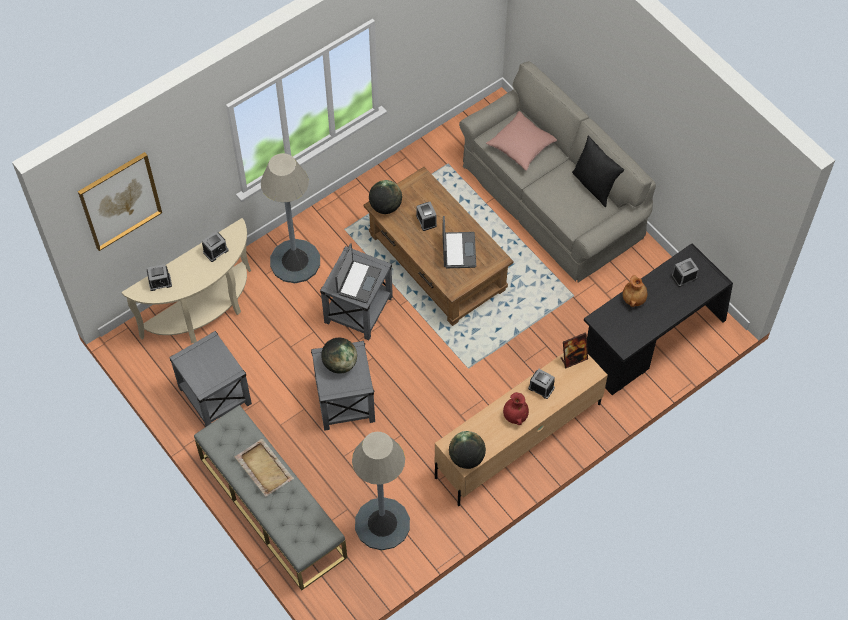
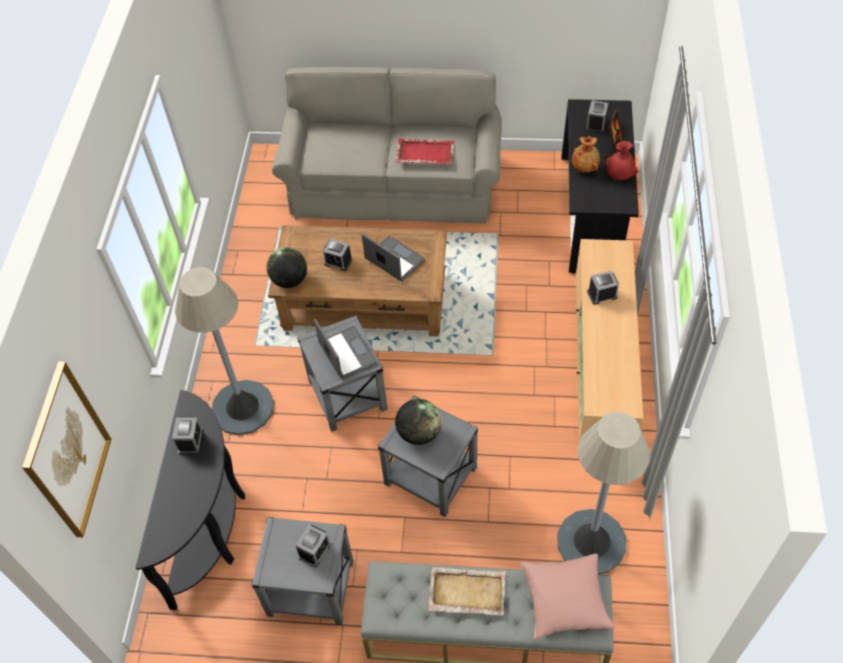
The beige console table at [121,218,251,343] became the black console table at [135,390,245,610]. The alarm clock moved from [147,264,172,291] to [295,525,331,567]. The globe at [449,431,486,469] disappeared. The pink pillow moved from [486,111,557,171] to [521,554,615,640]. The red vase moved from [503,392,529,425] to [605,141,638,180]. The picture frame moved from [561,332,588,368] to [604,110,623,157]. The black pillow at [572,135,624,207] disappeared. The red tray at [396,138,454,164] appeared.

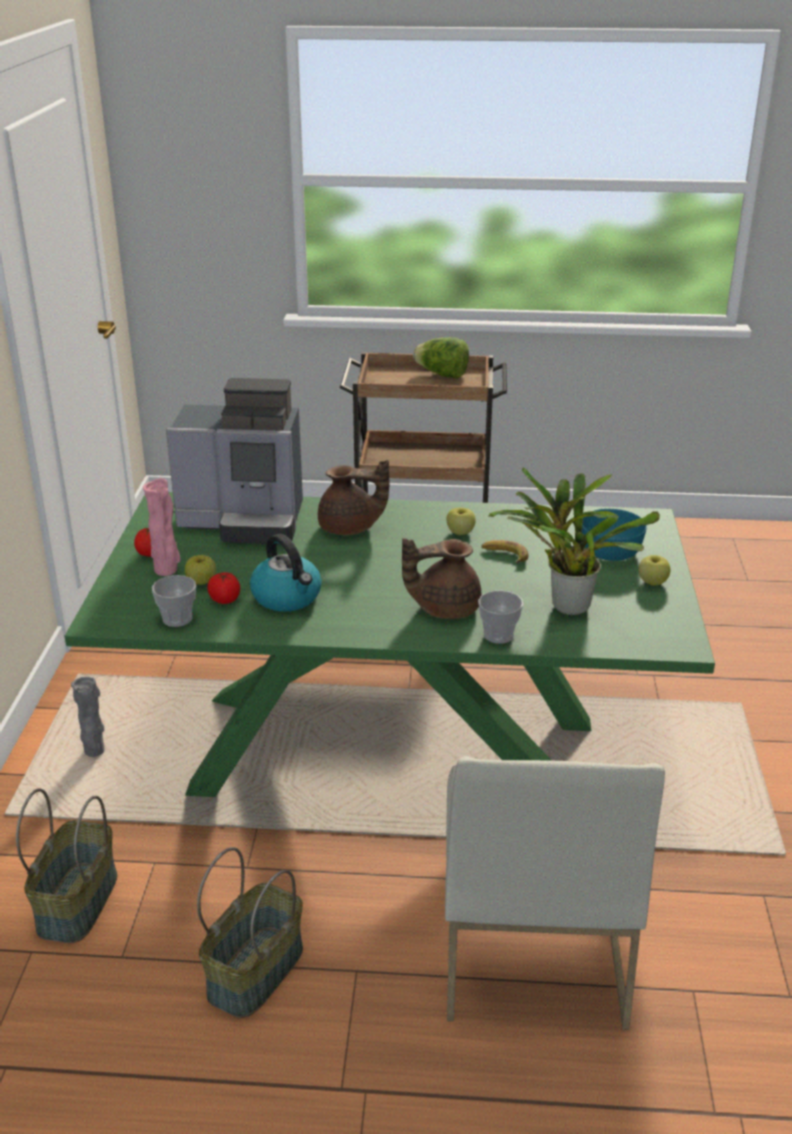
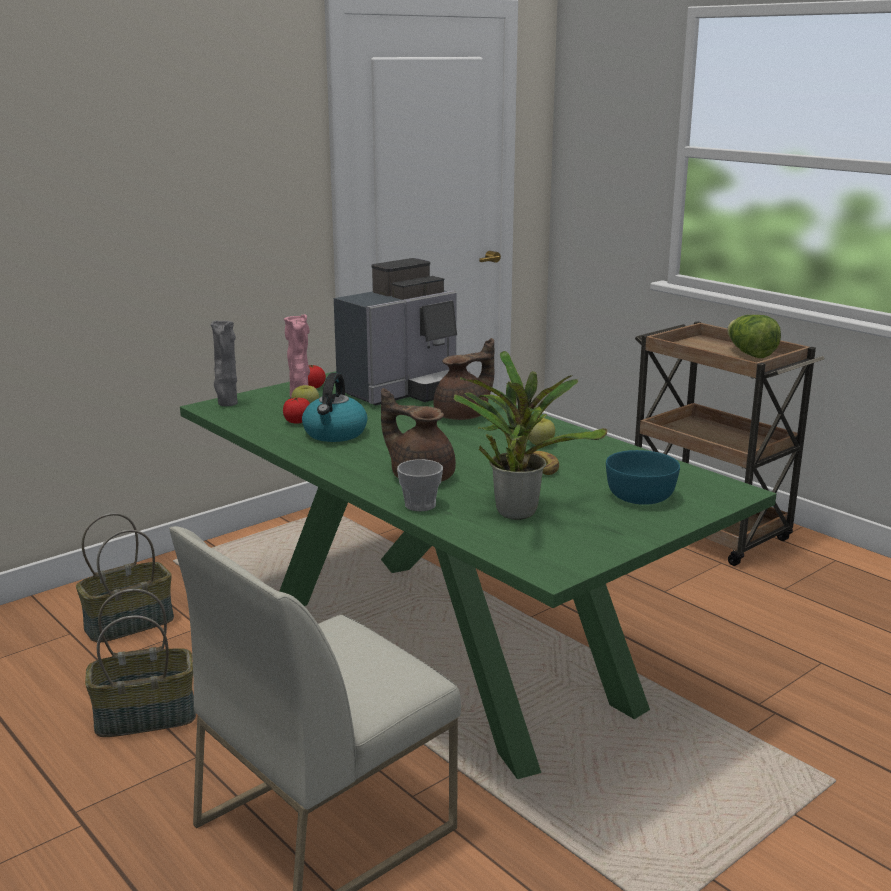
The grey vase moved from [71,677,104,757] to [211,321,238,406]. The cup at [152,575,196,627] disappeared. The coffee machine at [166,378,303,545] turned 90 degrees counterclockwise. The brown teapot at [318,460,389,535] turned 90 degrees counterclockwise. The apple at [639,555,670,586] disappeared.

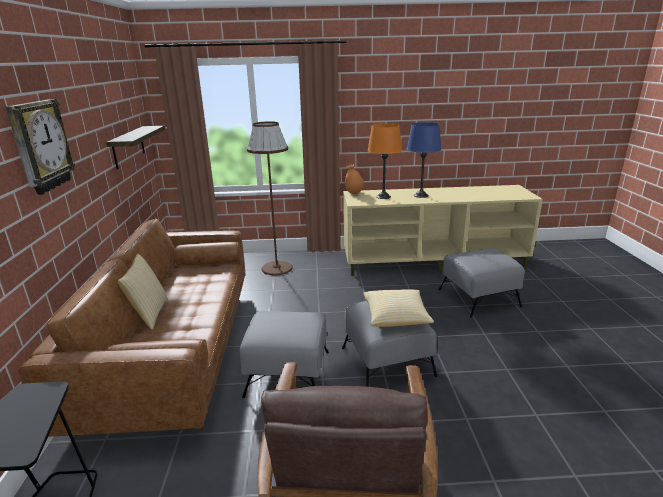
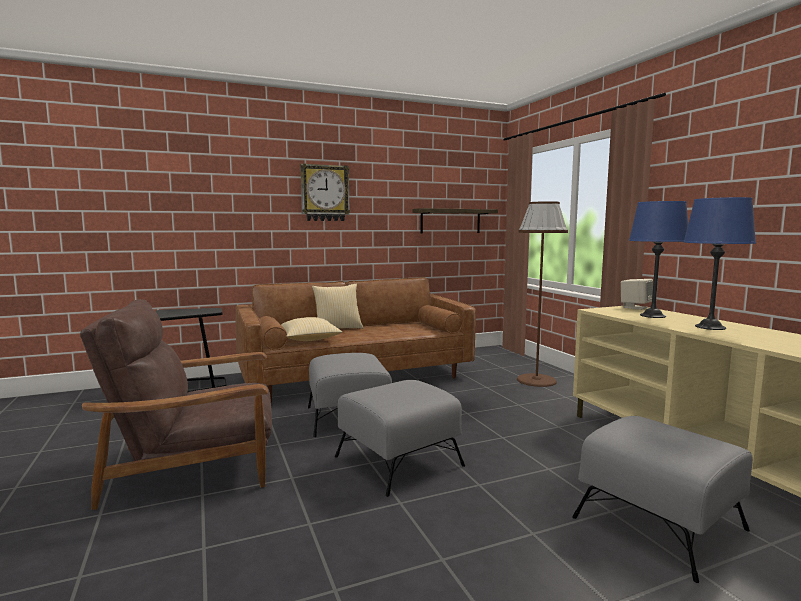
The orange vase at [345,164,364,194] was replaced by the beige speaker at [621,279,653,310]. The pillow moved from [363,289,434,327] to [281,317,342,341]. The orange table lamp at [368,123,402,199] became the blue table lamp at [629,201,688,318].

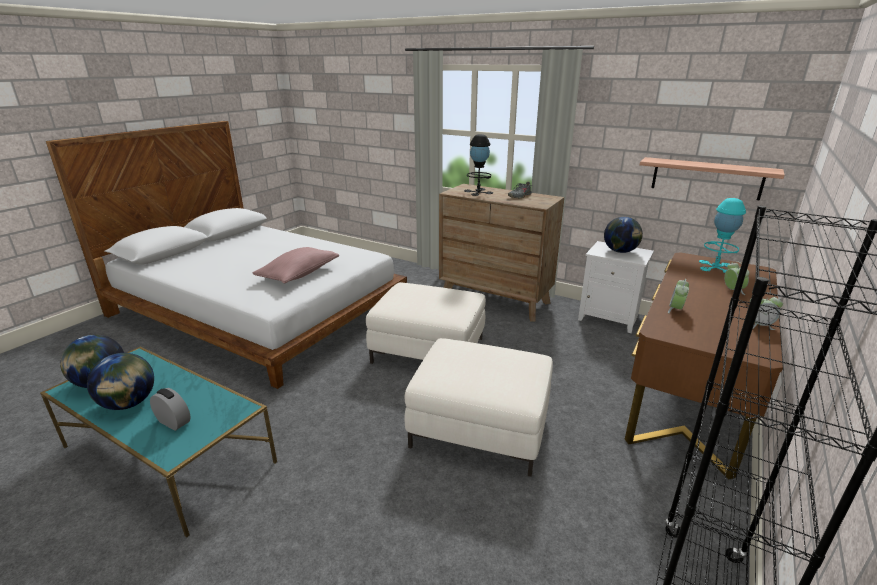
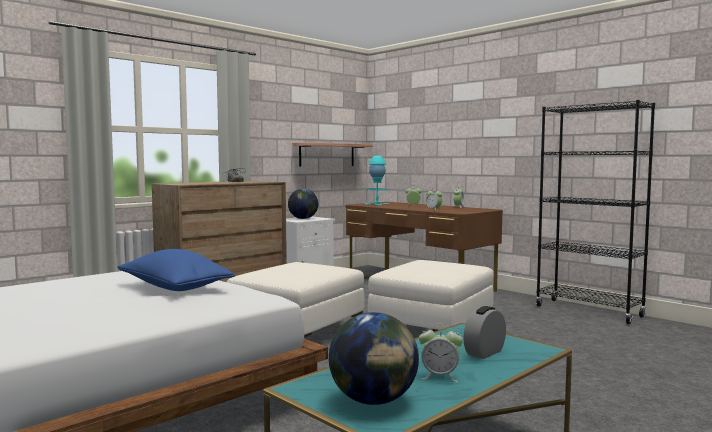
The globe at [87,353,154,410] was replaced by the alarm clock at [419,324,463,382]. The pink pillow at [252,247,339,283] became the blue pillow at [117,249,235,291]. The black table lamp at [464,134,493,196] disappeared.

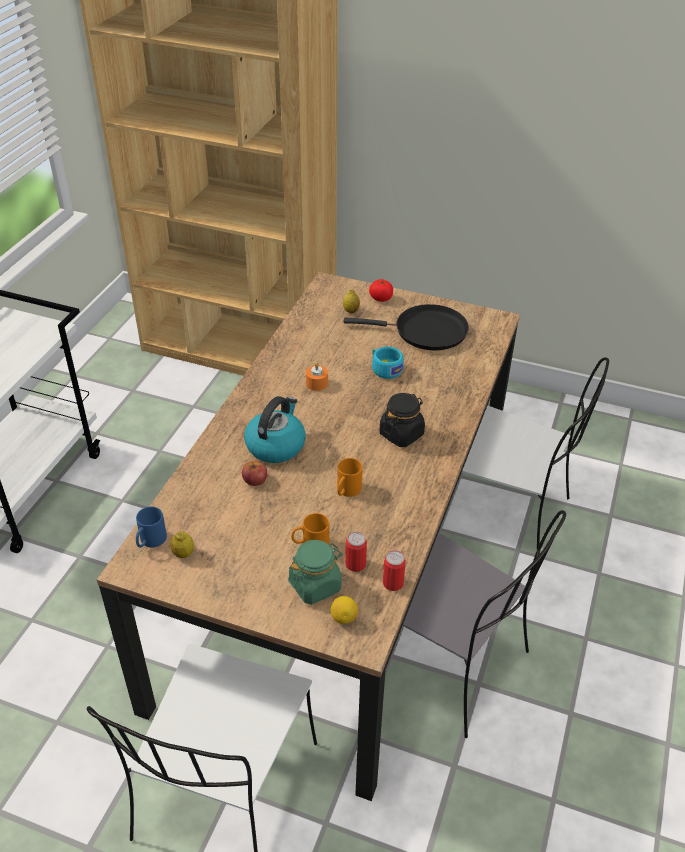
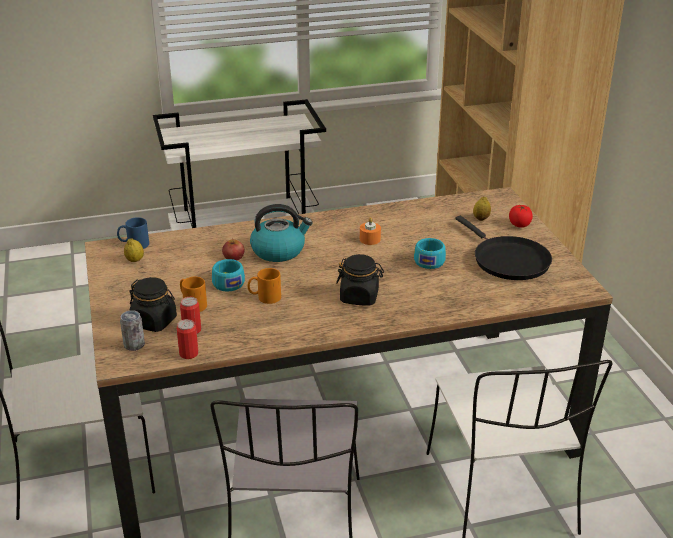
The green jar at [288,540,343,605] became the black jar at [129,277,177,332]. The lemon at [331,596,358,624] was replaced by the can at [120,310,145,351]. The turquoise cup at [212,259,245,291] appeared.

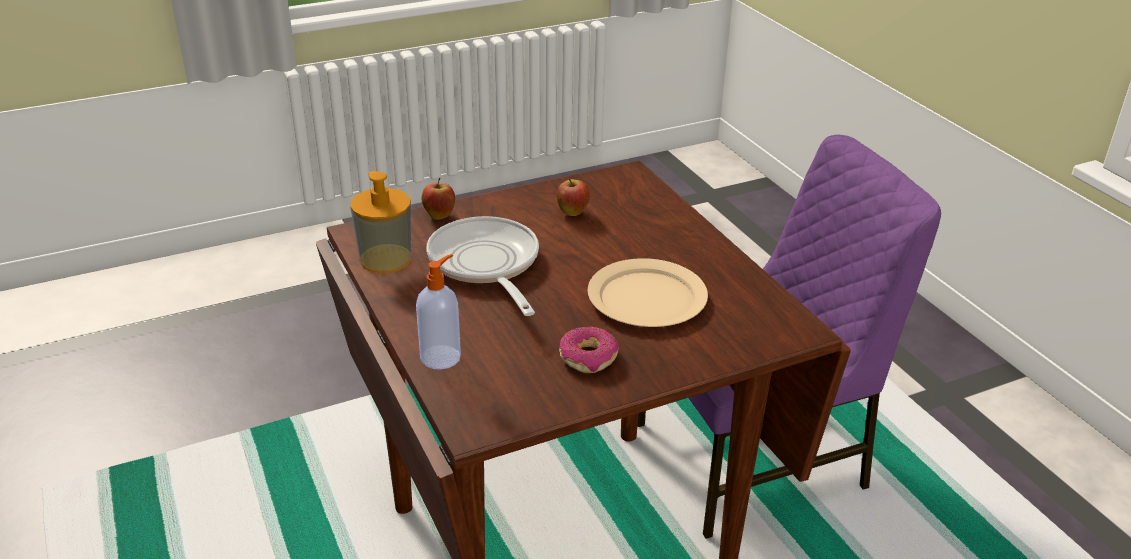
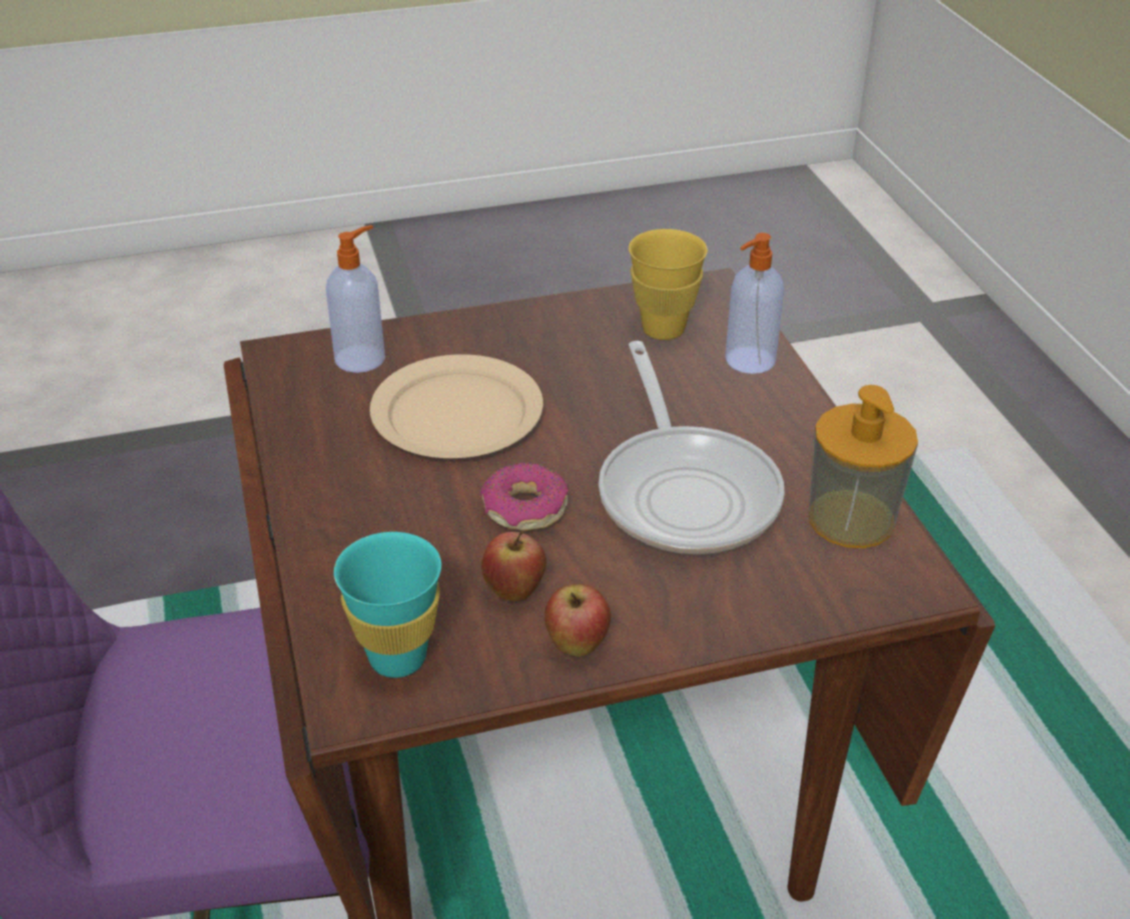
The apple moved from [422,178,455,220] to [544,584,611,657]. The donut moved from [559,326,620,373] to [480,463,568,531]. The soap dispenser at [326,225,385,373] appeared. The turquoise cup at [334,532,442,678] appeared. The yellow cup at [629,229,708,340] appeared.

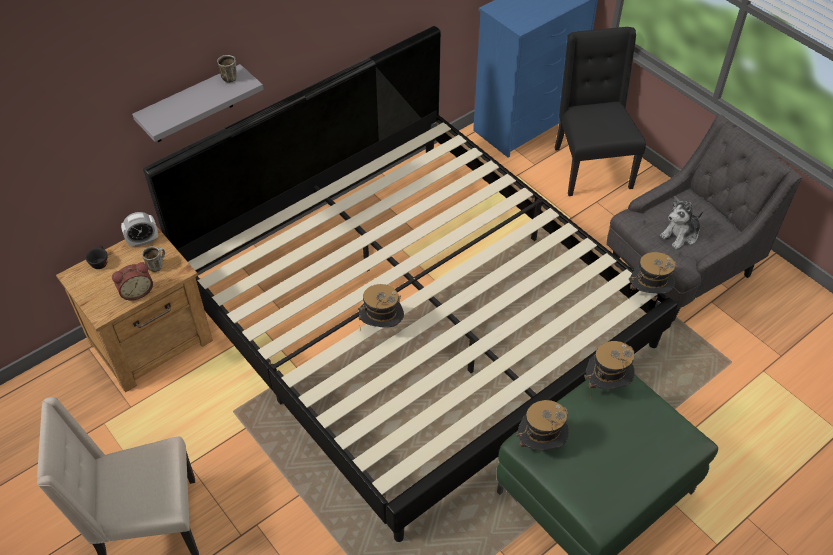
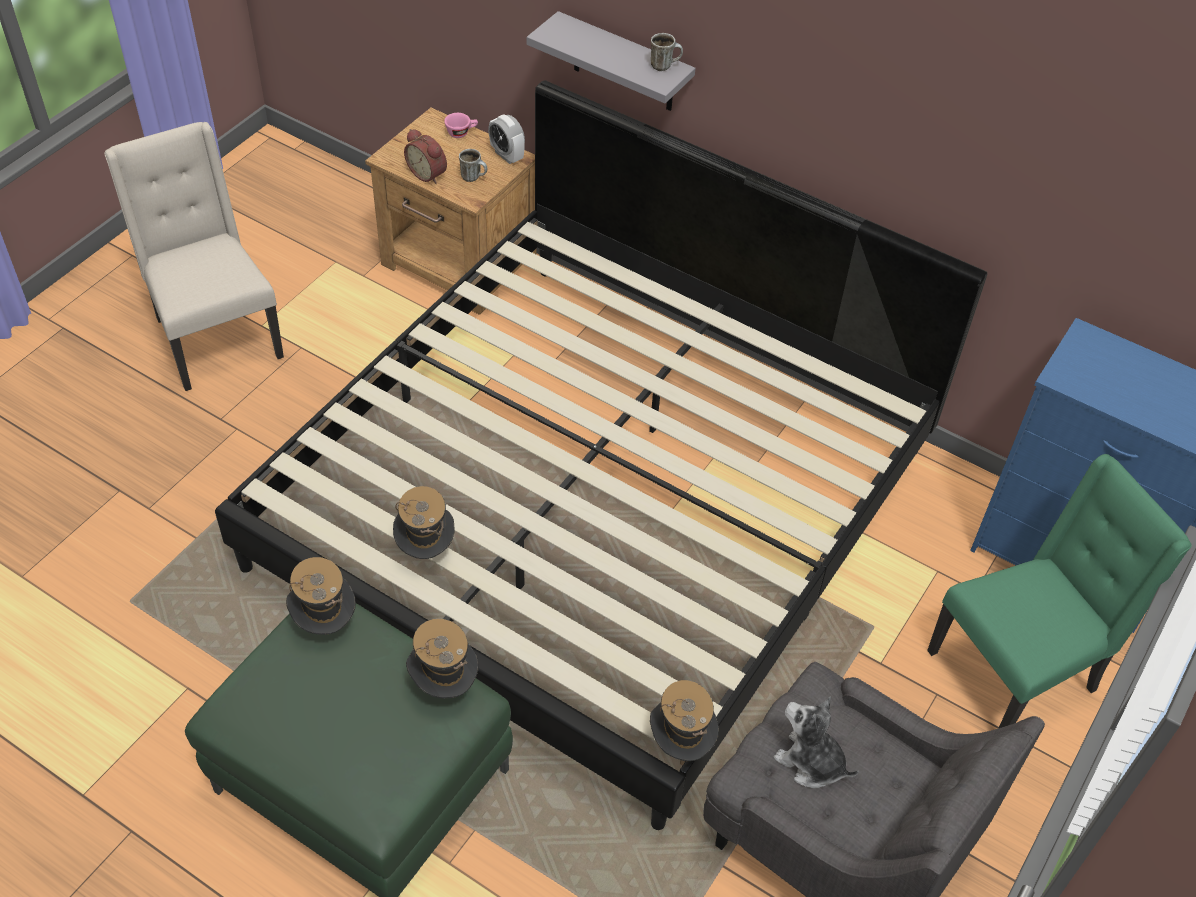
The black cup at [86,245,108,269] became the pink cup at [444,113,478,138]. The hat moved from [358,284,404,330] to [393,486,455,559]. The black chair at [555,27,646,196] became the green chair at [927,454,1192,728].

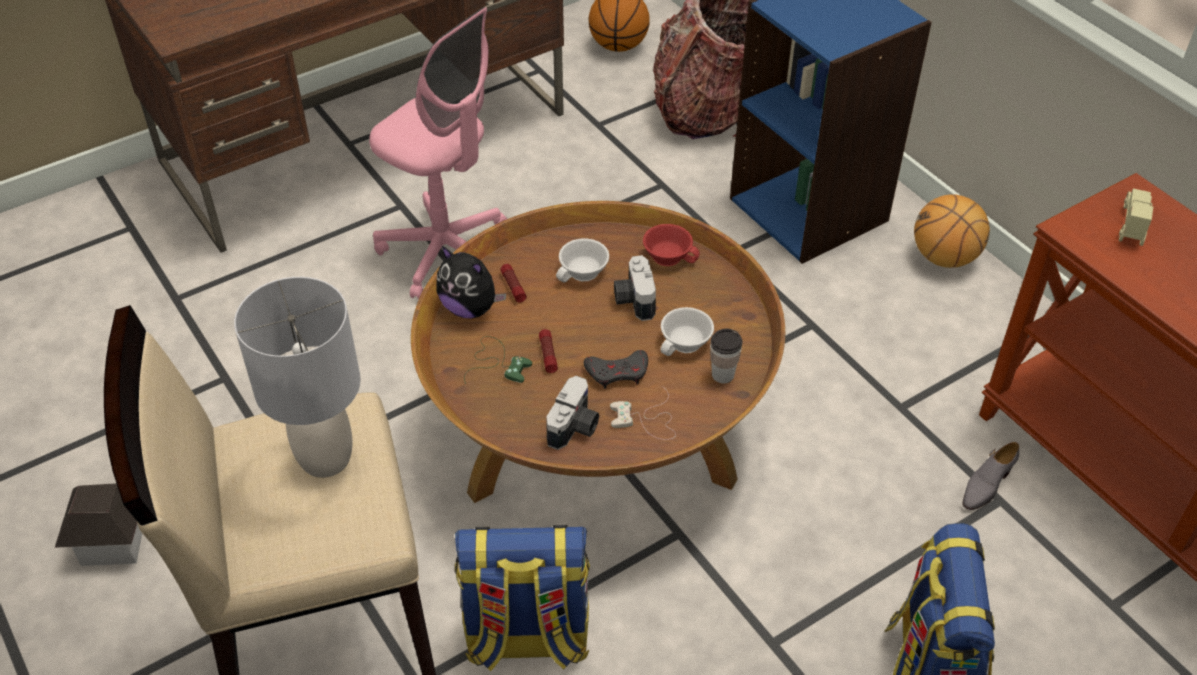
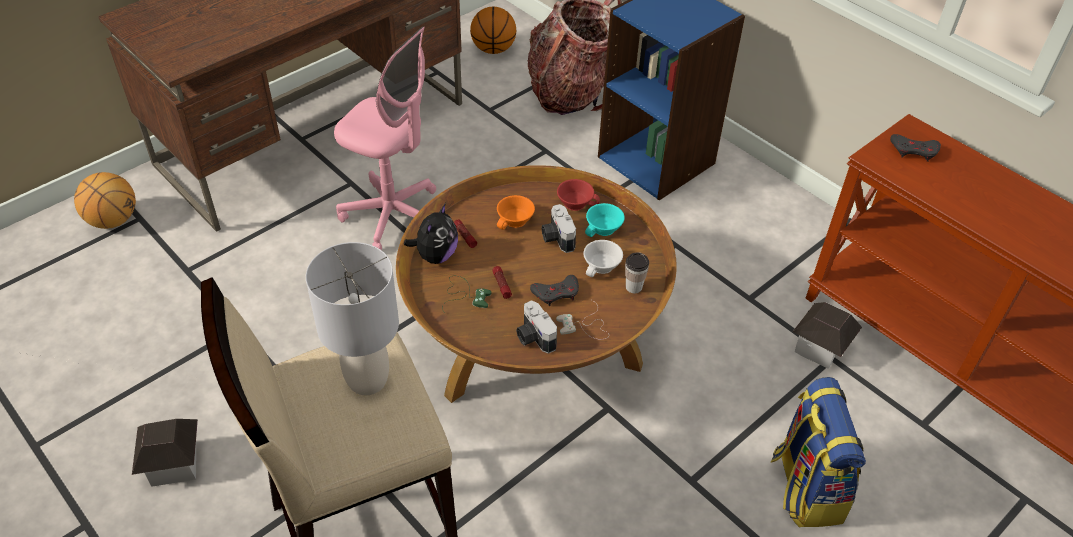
The plush toy at [436,246,506,318] turned 90 degrees counterclockwise. The backpack at [455,525,590,671] disappeared. The photo camera at [546,376,599,450] turned 135 degrees clockwise. The white cup at [556,239,609,283] became the orange cup at [497,195,535,230]. The basketball moved from [914,194,990,268] to [74,172,136,229]. The grey shoe at [962,442,1019,510] was replaced by the toy house at [792,302,862,369]. The beige toy car at [1119,188,1153,246] was replaced by the grey game controller at [890,134,941,162]. The turquoise cup at [585,203,625,237] appeared.

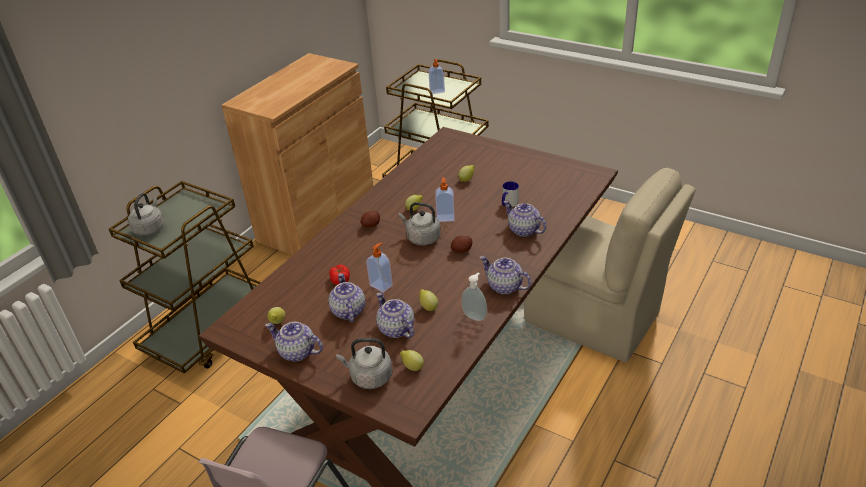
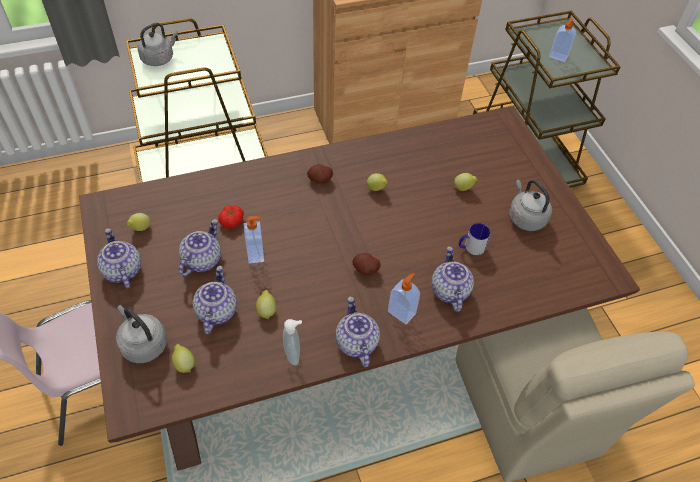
The grey kettle moved from [399,202,441,245] to [509,179,552,231]. The soap dispenser moved from [435,177,455,222] to [388,273,420,324].

